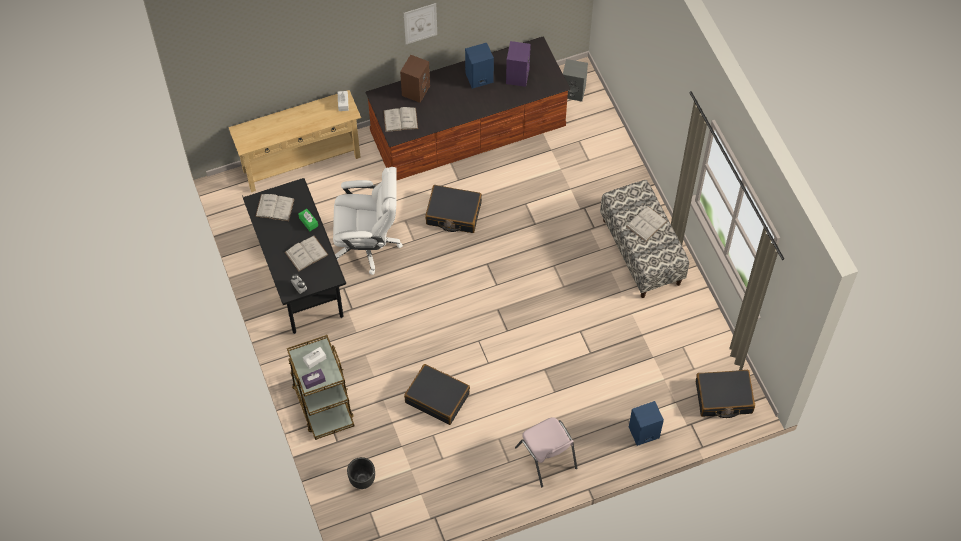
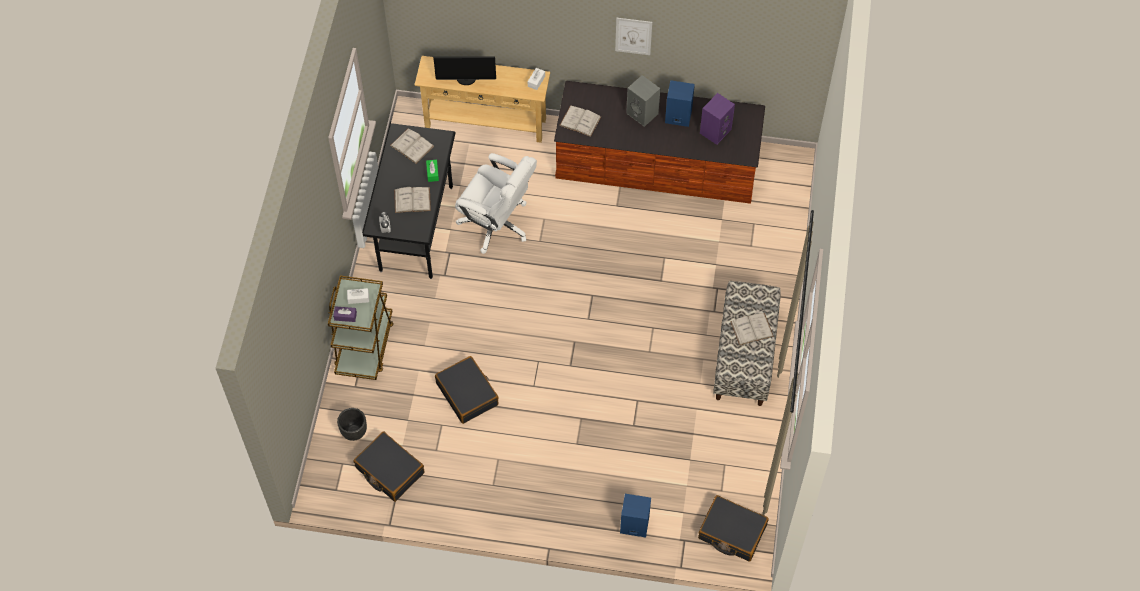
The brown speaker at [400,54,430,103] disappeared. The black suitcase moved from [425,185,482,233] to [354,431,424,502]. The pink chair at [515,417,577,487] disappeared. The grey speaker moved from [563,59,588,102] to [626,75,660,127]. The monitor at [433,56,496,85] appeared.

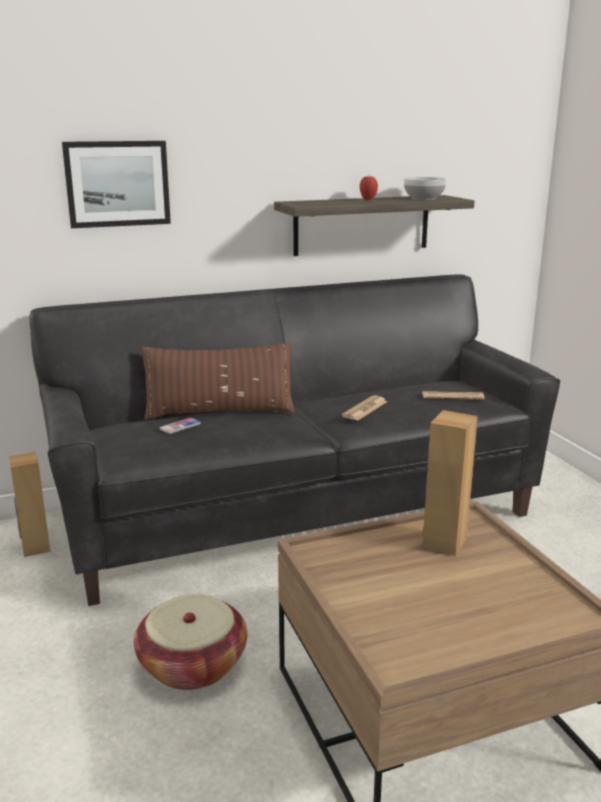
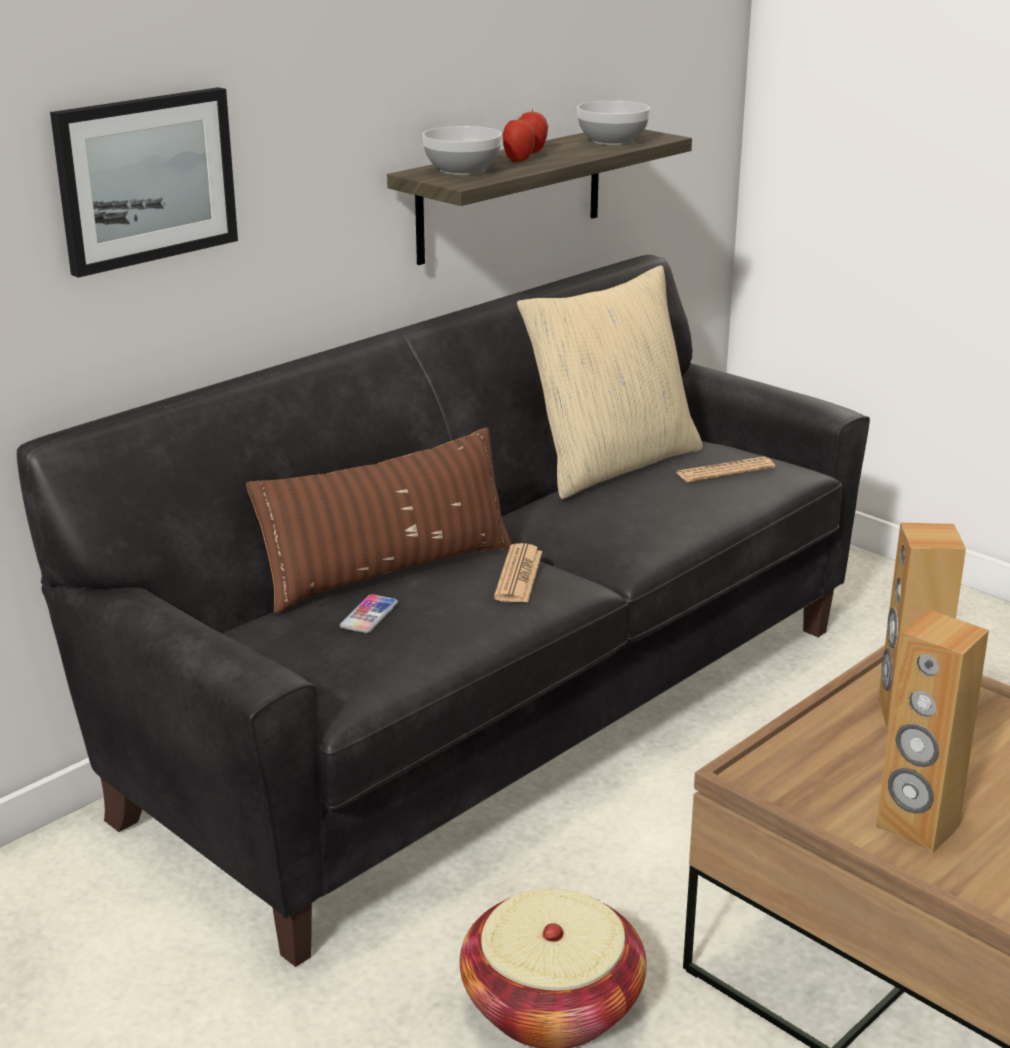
The brown speaker moved from [9,452,50,557] to [876,610,989,852]. The newspaper moved from [341,395,387,420] to [494,543,542,603]. The bowl at [423,126,502,175] appeared. The apple at [502,117,535,162] appeared. The beige pillow at [517,266,703,499] appeared.

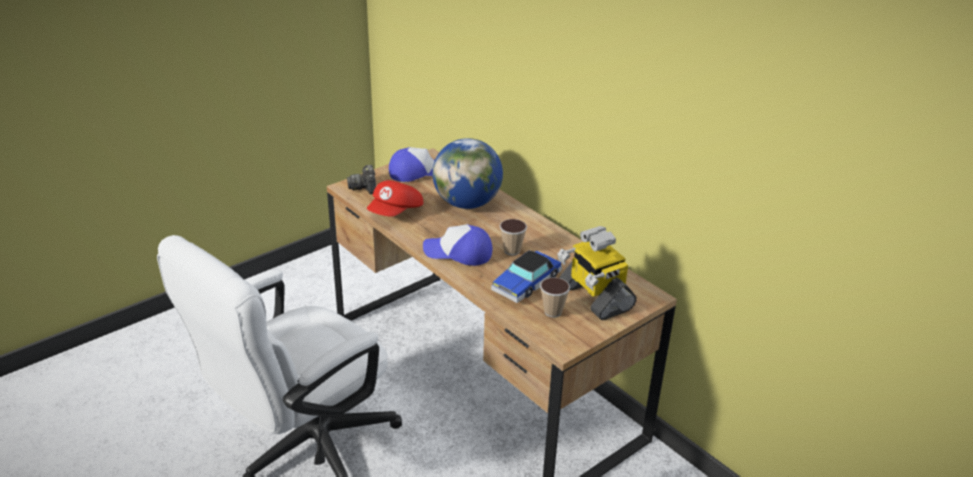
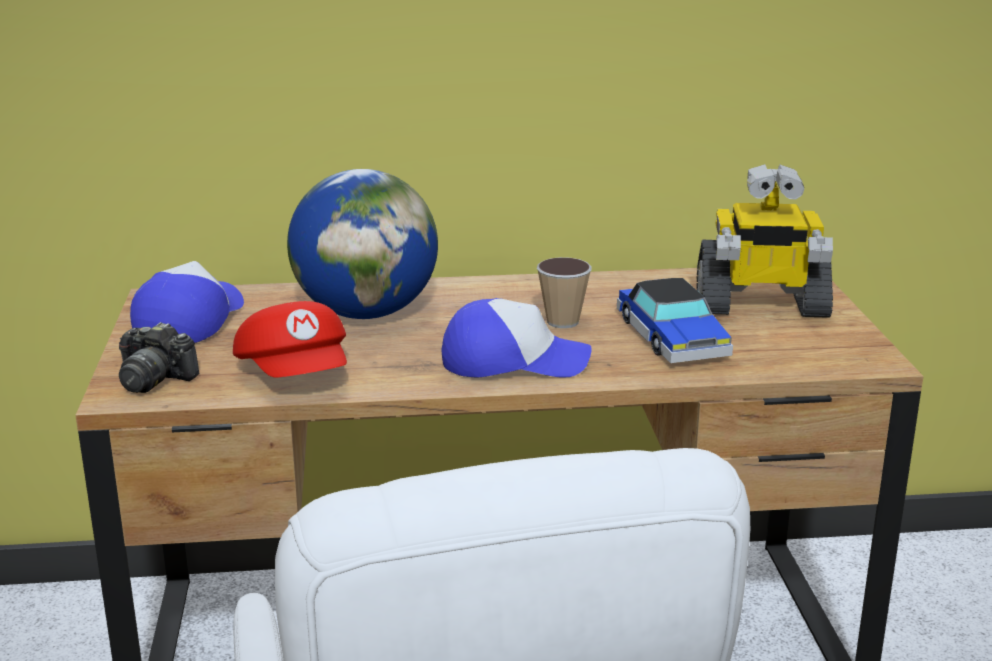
The cap at [423,224,493,266] turned 135 degrees counterclockwise. The cup at [540,277,570,317] disappeared.

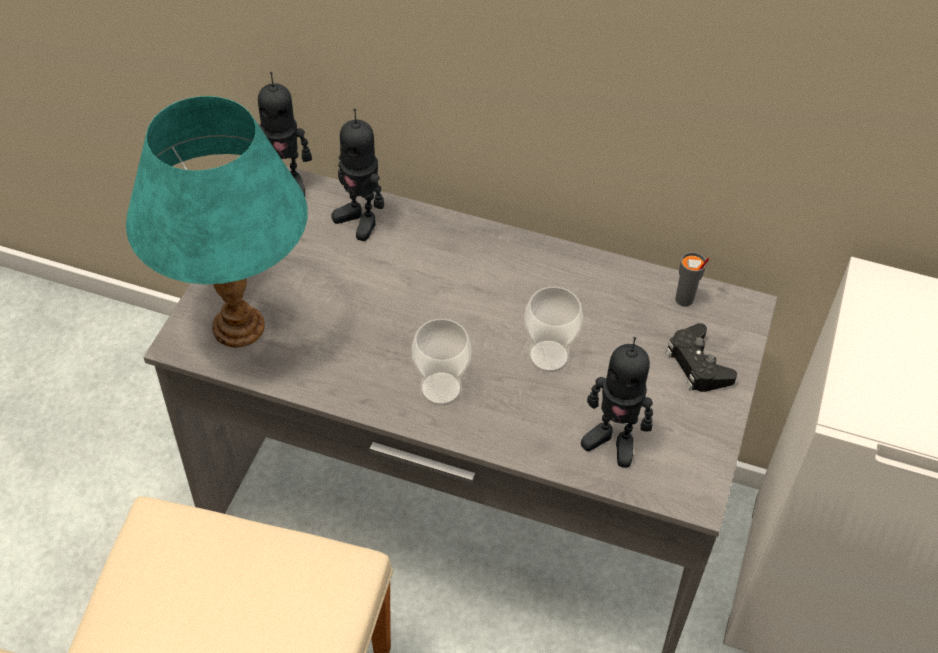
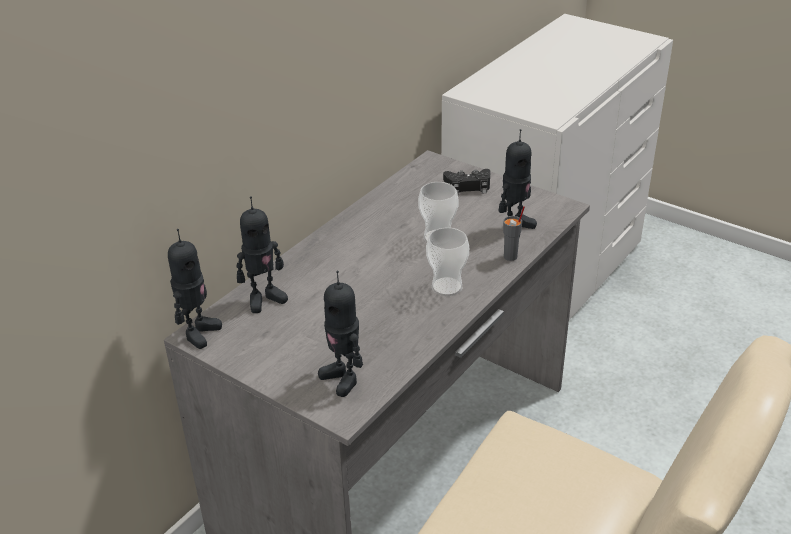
The turquoise table lamp at [126,96,308,347] was replaced by the toy robot at [318,271,363,397]. The grey cup moved from [675,252,710,307] to [503,206,525,261].

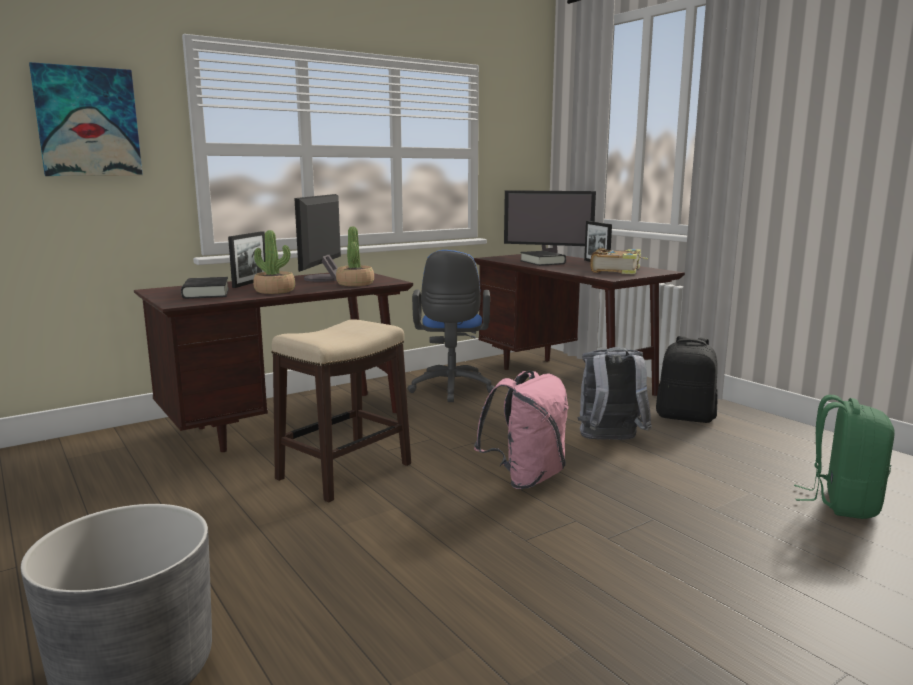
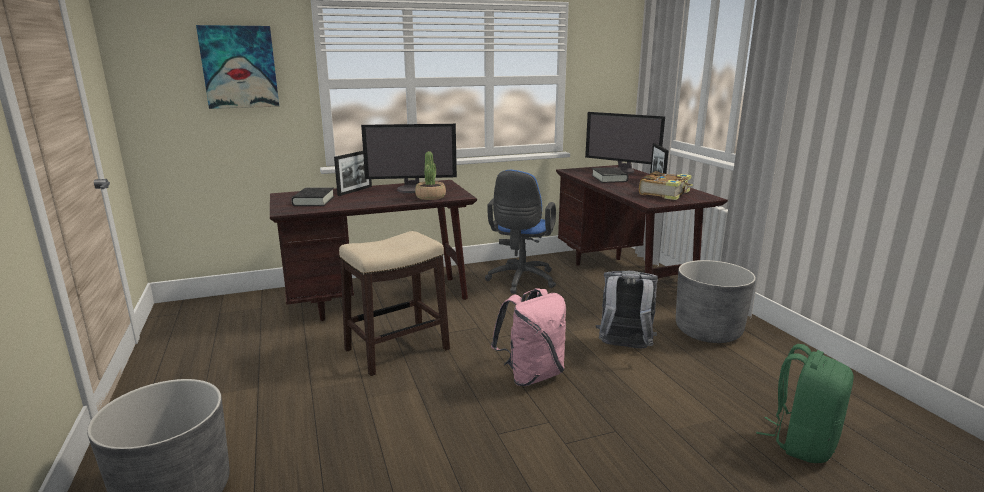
The potted plant at [253,230,295,294] disappeared. The monitor at [294,194,341,282] turned 120 degrees counterclockwise. The black backpack at [656,336,718,423] was replaced by the grey planter at [676,260,756,343].

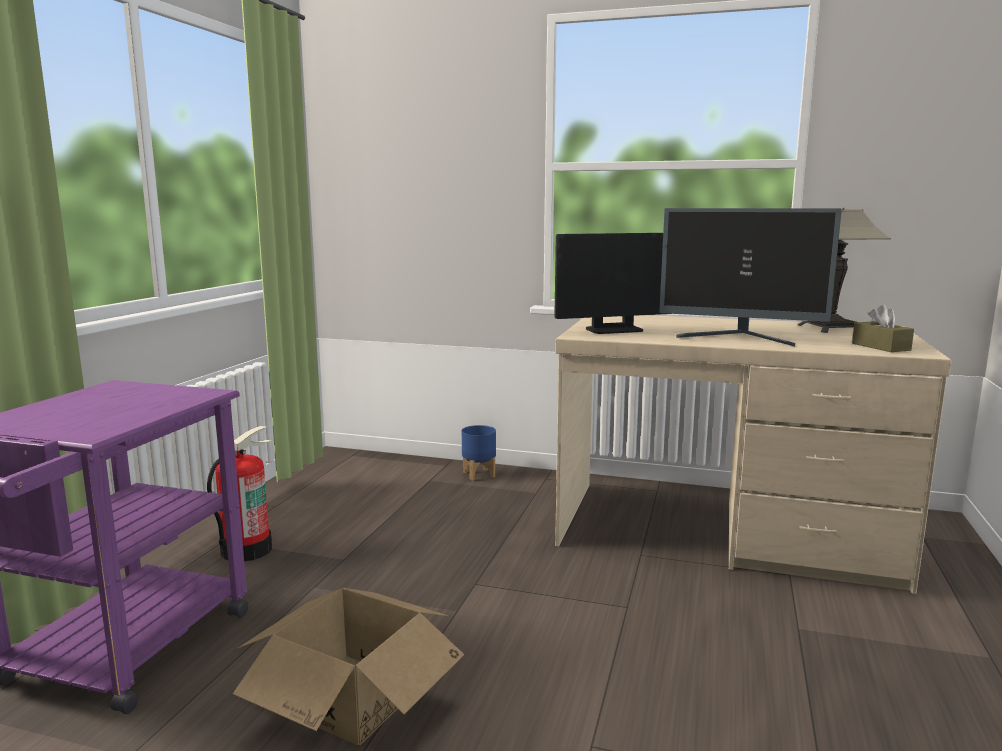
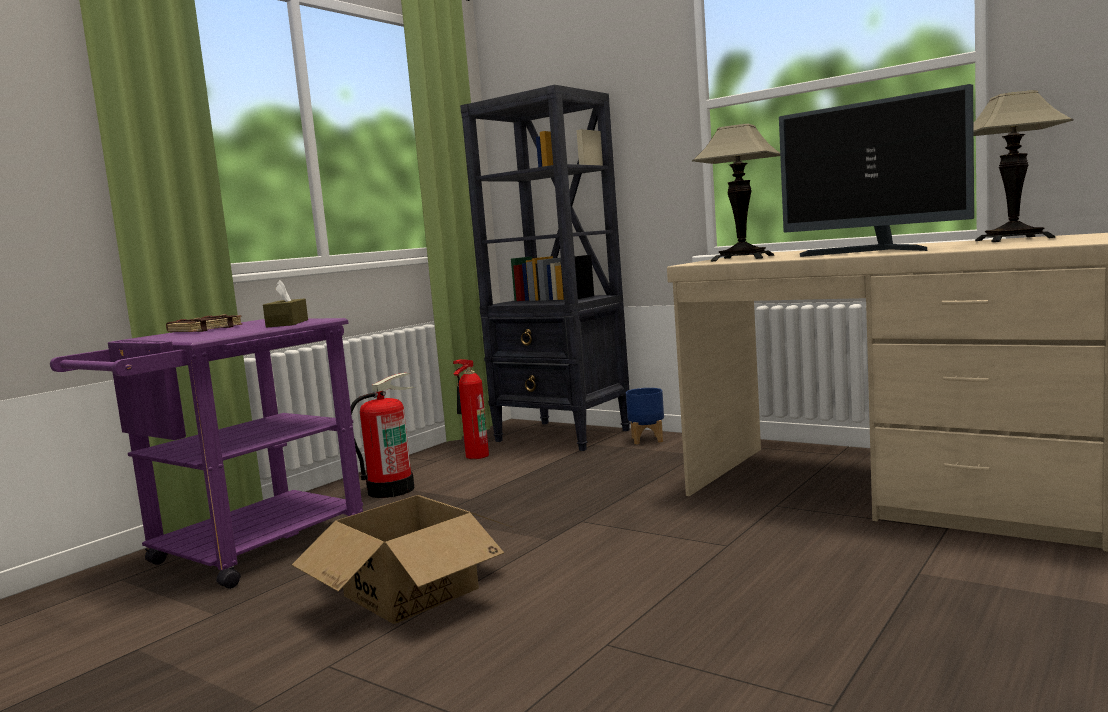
The monitor at [554,233,667,334] was replaced by the table lamp at [692,124,780,262]. The brown tissue box moved from [852,305,914,352] to [263,280,308,328]. The brown book at [166,314,242,332] appeared. The fire extinguisher at [453,359,489,459] appeared. The black bookcase at [460,85,631,451] appeared.

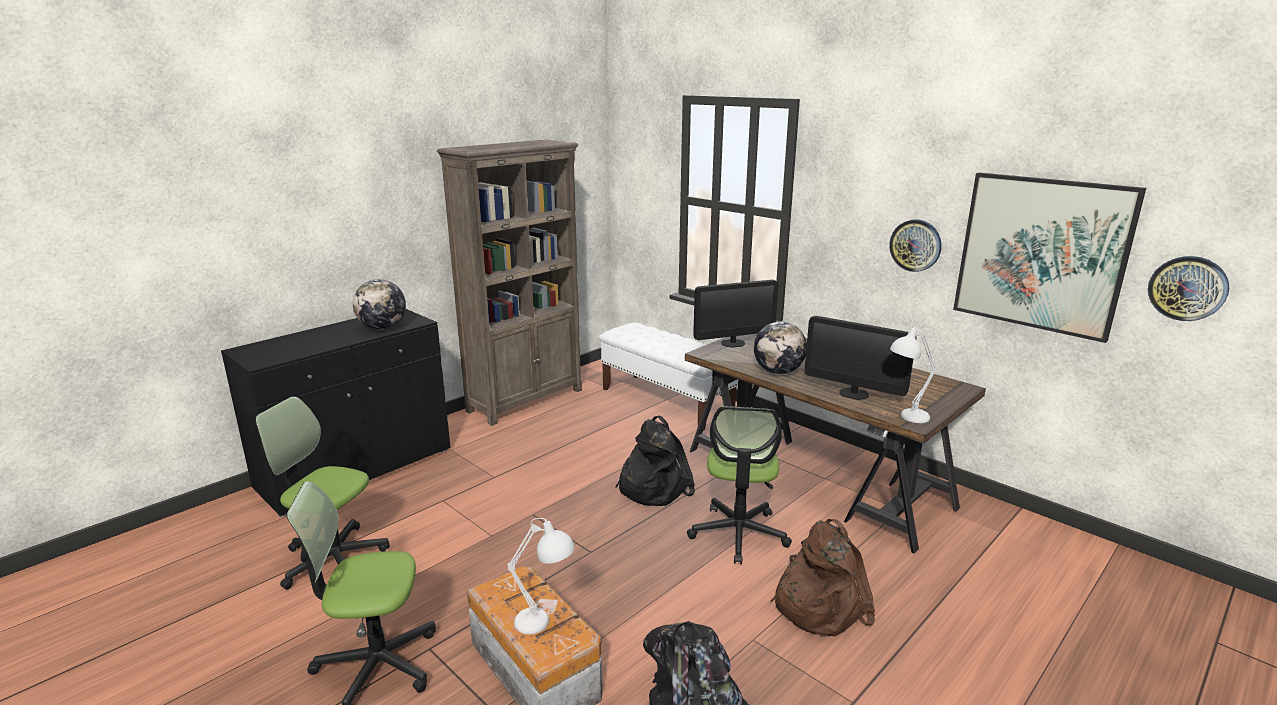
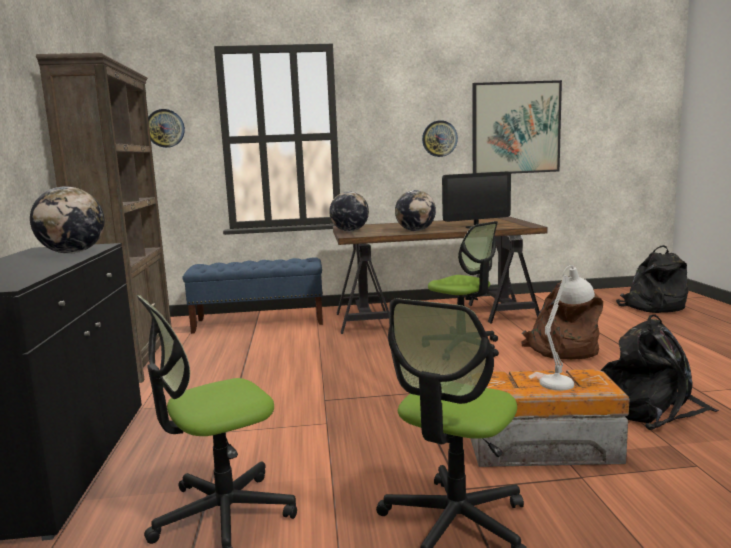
The white bench at [599,323,738,431] became the blue bench at [183,257,323,334]. The black backpack moved from [615,416,695,506] to [616,245,689,313]. The monitor at [693,280,778,348] was replaced by the globe at [329,192,369,231]. The white table lamp at [890,325,937,423] disappeared. The wall clock moved from [1148,256,1229,321] to [148,109,185,148].

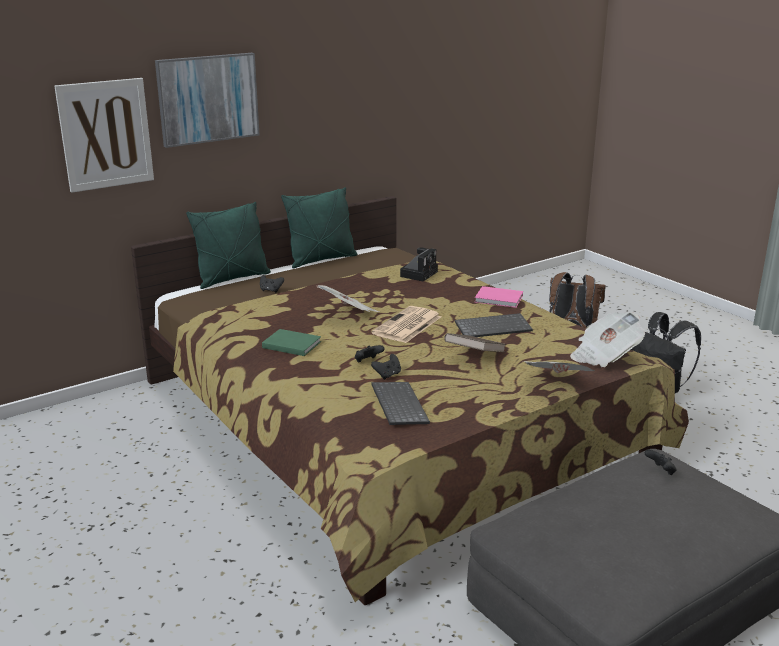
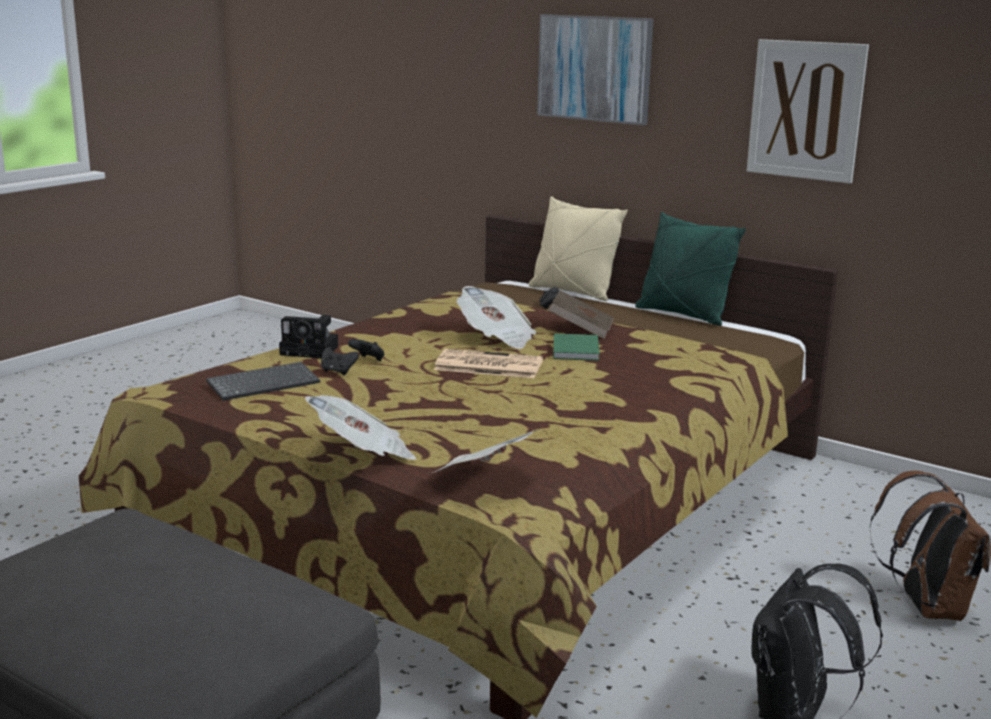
The picture moved from [54,78,154,193] to [747,39,869,184]. The green pillow at [186,202,271,289] became the beige pillow at [529,196,628,301]. The green book moved from [262,329,321,356] to [553,334,600,361]. The photo camera moved from [400,247,438,281] to [279,315,338,358]. The brown book moved from [444,333,506,352] to [548,290,614,339]. The keyboard at [455,313,533,337] disappeared. The pink book at [475,286,523,308] disappeared. The black game controller at [645,449,677,475] disappeared.

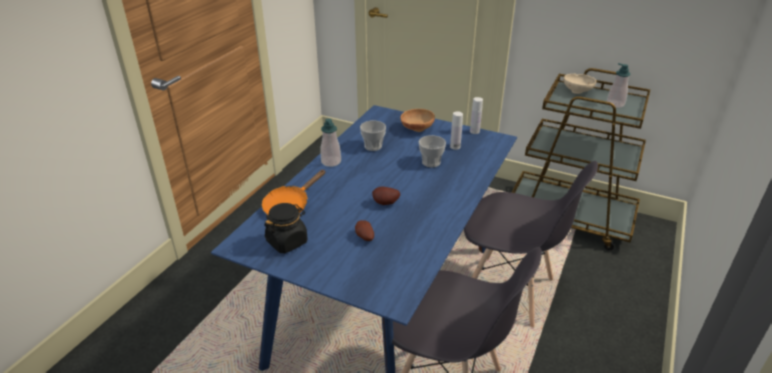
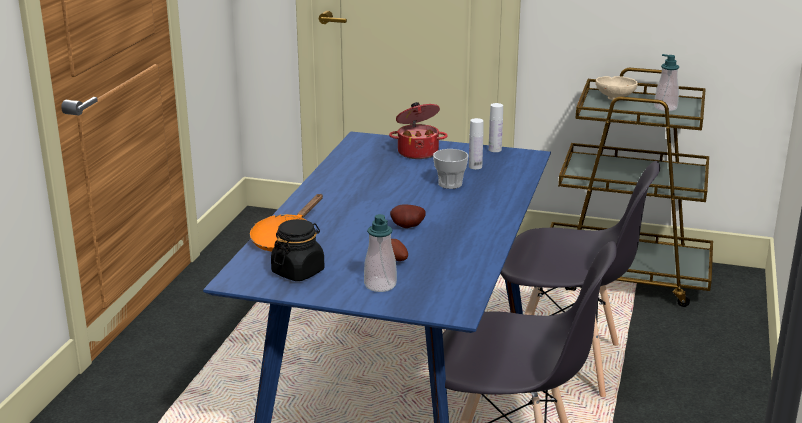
The soap dispenser moved from [321,118,341,167] to [364,214,397,292]. The cup at [360,120,386,151] disappeared. The brown bowl at [401,109,435,132] was replaced by the cooking pot at [389,102,448,159].

